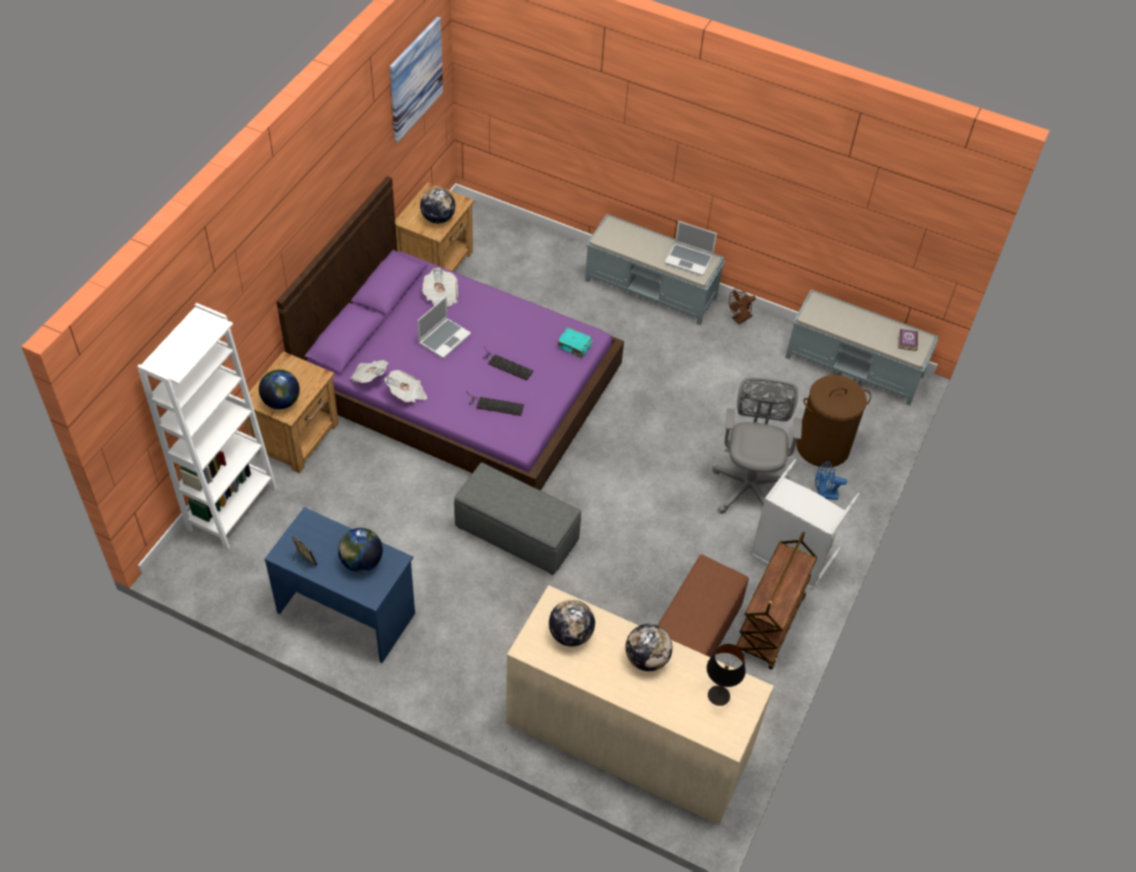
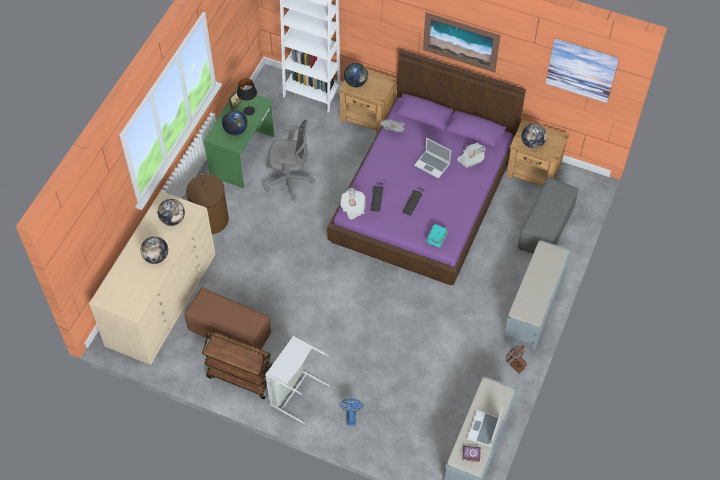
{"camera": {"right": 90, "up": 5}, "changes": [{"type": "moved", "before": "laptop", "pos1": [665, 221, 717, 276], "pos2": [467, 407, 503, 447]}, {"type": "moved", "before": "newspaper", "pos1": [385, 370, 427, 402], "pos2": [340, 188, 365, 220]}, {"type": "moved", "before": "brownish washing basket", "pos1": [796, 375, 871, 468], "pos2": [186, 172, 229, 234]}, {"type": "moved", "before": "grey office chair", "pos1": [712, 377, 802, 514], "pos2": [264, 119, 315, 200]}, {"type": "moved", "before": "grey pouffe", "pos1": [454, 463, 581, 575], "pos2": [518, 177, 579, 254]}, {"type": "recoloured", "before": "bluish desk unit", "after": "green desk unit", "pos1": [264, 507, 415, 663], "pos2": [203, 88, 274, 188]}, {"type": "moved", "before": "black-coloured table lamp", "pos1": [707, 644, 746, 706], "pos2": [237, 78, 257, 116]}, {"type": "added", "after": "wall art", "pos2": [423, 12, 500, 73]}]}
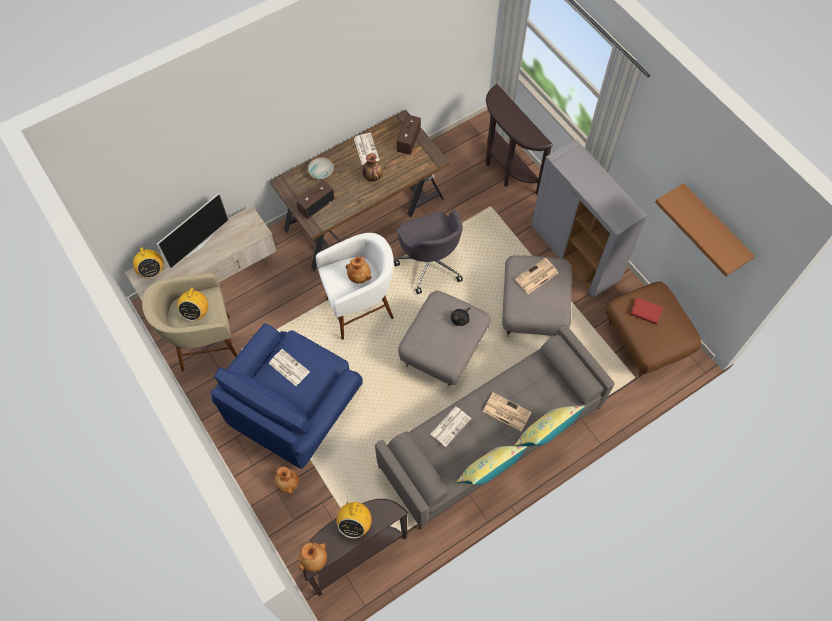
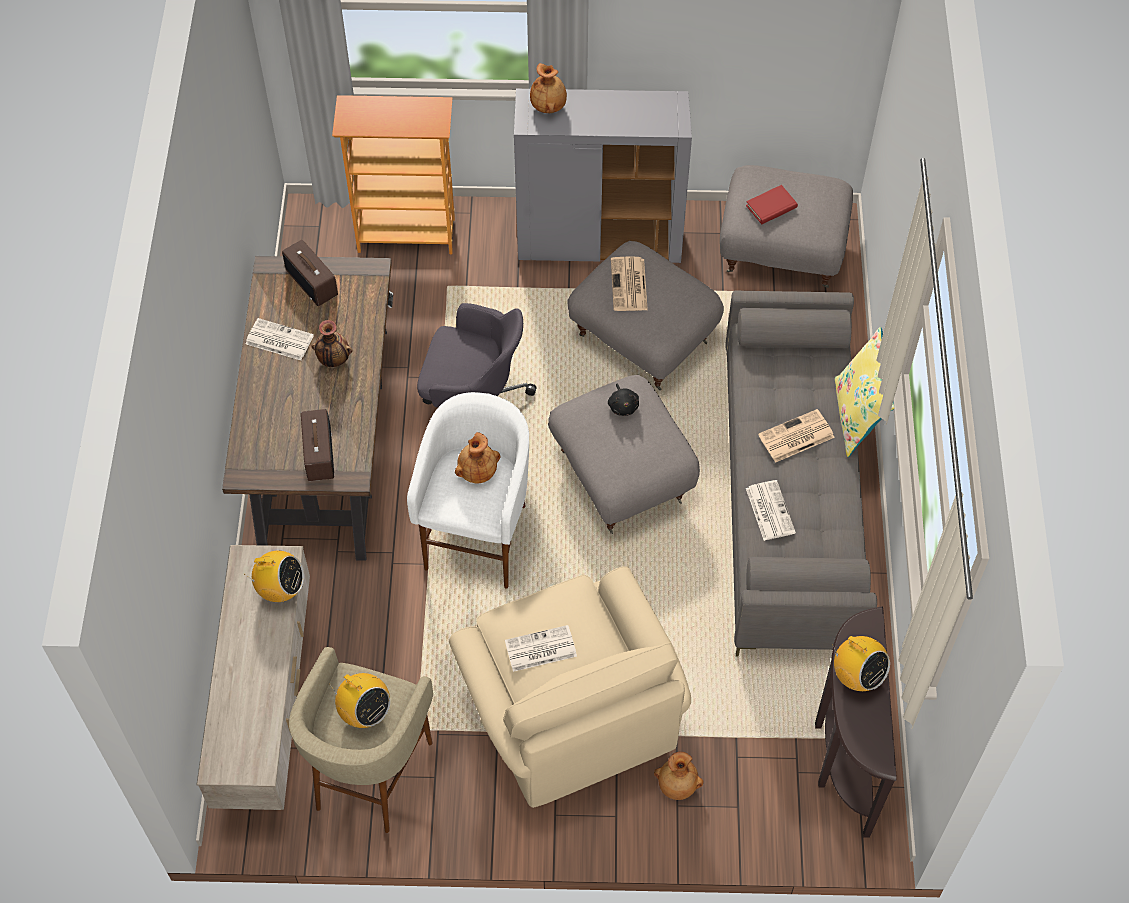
{"camera": {"right": -55, "up": -5}, "changes": [{"type": "replaced", "before": "brownish narrow table", "after": "shelving unit", "pos1": [486, 84, 553, 195], "pos2": [332, 95, 455, 254]}, {"type": "removed", "before": "serving bowl", "pos1": [307, 157, 334, 180]}, {"type": "removed", "before": "brownish wall shelf", "pos1": [655, 183, 755, 277]}, {"type": "removed", "before": "TV set", "pos1": [157, 192, 229, 269]}, {"type": "moved", "before": "radio receiver", "pos1": [133, 247, 163, 279], "pos2": [244, 551, 304, 602]}, {"type": "recoloured", "before": "brownish pouffe", "after": "grey pouffe", "pos1": [605, 281, 701, 377], "pos2": [720, 165, 853, 288]}, {"type": "recoloured", "before": "bluish armchair", "after": "beige-coloured armchair", "pos1": [211, 323, 363, 469], "pos2": [449, 566, 691, 808]}, {"type": "removed", "before": "yellowish pillow", "pos1": [457, 446, 527, 485]}, {"type": "moved", "before": "brownish vase", "pos1": [299, 542, 327, 572], "pos2": [530, 63, 567, 113]}]}
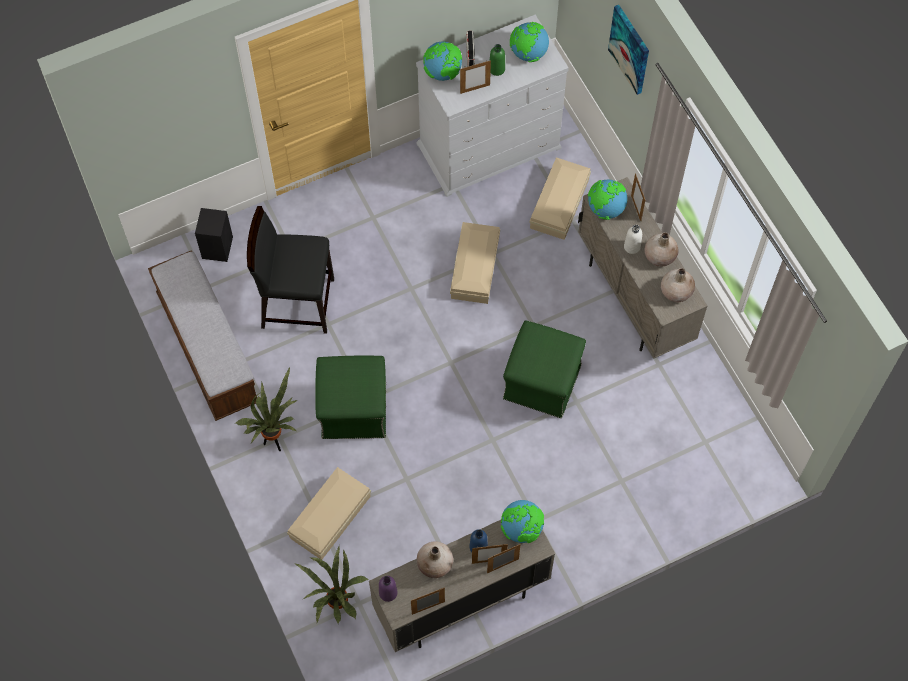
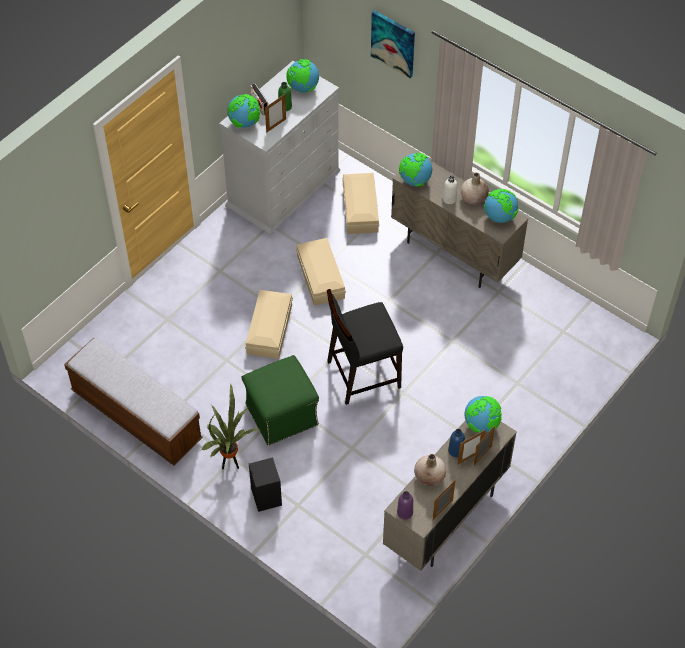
{"camera": {"right": -25, "up": -10}, "changes": [{"type": "removed", "before": "photo frame", "pos1": [631, 173, 645, 221]}, {"type": "moved", "before": "black-coloured upright chair", "pos1": [247, 206, 334, 334], "pos2": [327, 289, 403, 405]}, {"type": "moved", "before": "black-coloured speaker", "pos1": [195, 208, 233, 262], "pos2": [249, 457, 282, 512]}, {"type": "replaced", "before": "beige-coloured vase", "after": "desk globe", "pos1": [661, 268, 695, 303], "pos2": [484, 189, 518, 223]}, {"type": "removed", "before": "green pouffe", "pos1": [503, 320, 586, 418]}, {"type": "moved", "before": "beige-coloured storage container", "pos1": [287, 467, 371, 560], "pos2": [245, 290, 293, 359]}, {"type": "removed", "before": "potted plant", "pos1": [296, 547, 369, 624]}]}
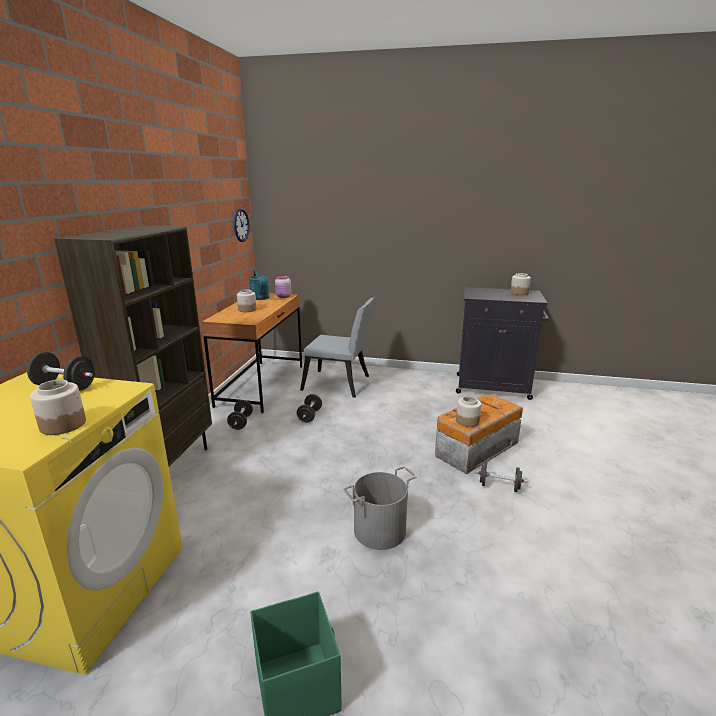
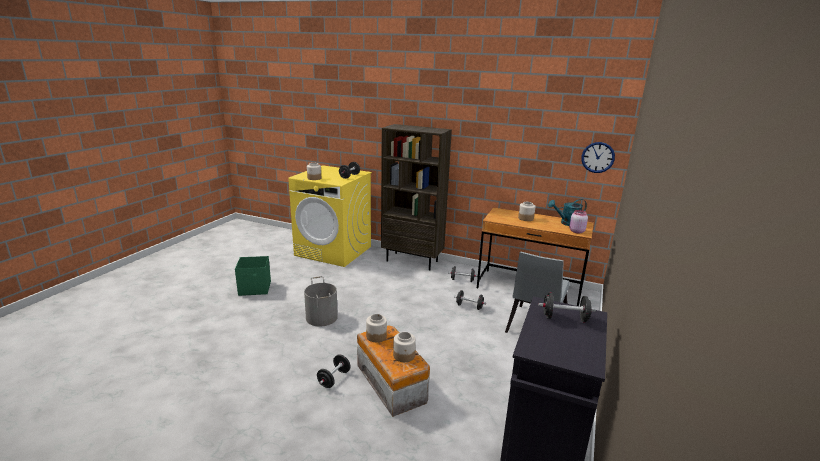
{"camera": {"right": 100, "up": 0}, "changes": [{"type": "moved", "before": "storage jar", "pos1": [510, 273, 531, 295], "pos2": [393, 332, 416, 362]}, {"type": "added", "after": "black-coloured free weight", "pos2": [538, 293, 596, 323]}]}
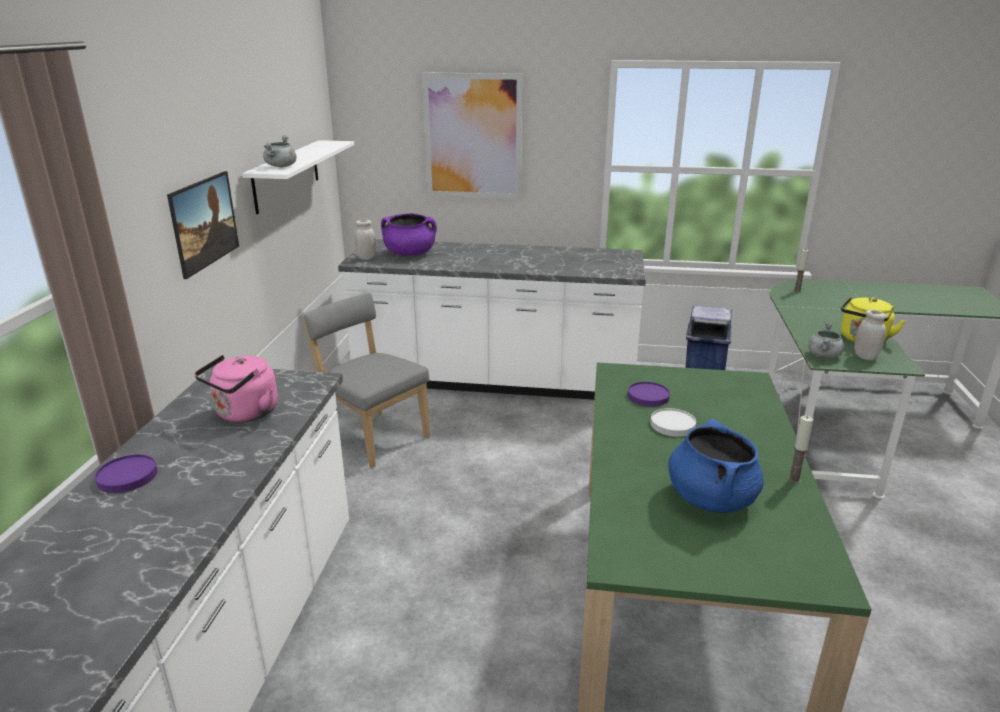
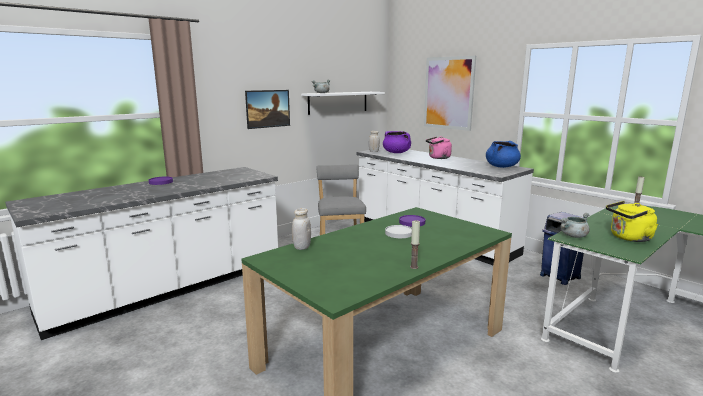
{"camera": {"right": 40, "up": -10}, "changes": [{"type": "moved", "before": "white-coloured storage jar", "pos1": [854, 310, 886, 360], "pos2": [292, 208, 311, 250]}, {"type": "moved", "before": "pink-coloured kettle", "pos1": [194, 355, 278, 423], "pos2": [426, 136, 452, 159]}, {"type": "moved", "before": "bluish cooking pot", "pos1": [668, 419, 764, 513], "pos2": [486, 141, 521, 168]}]}
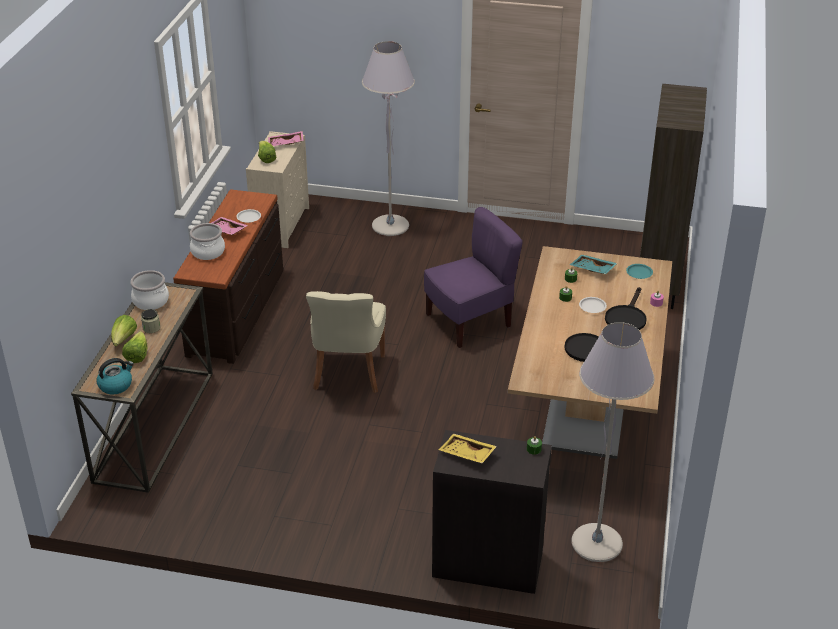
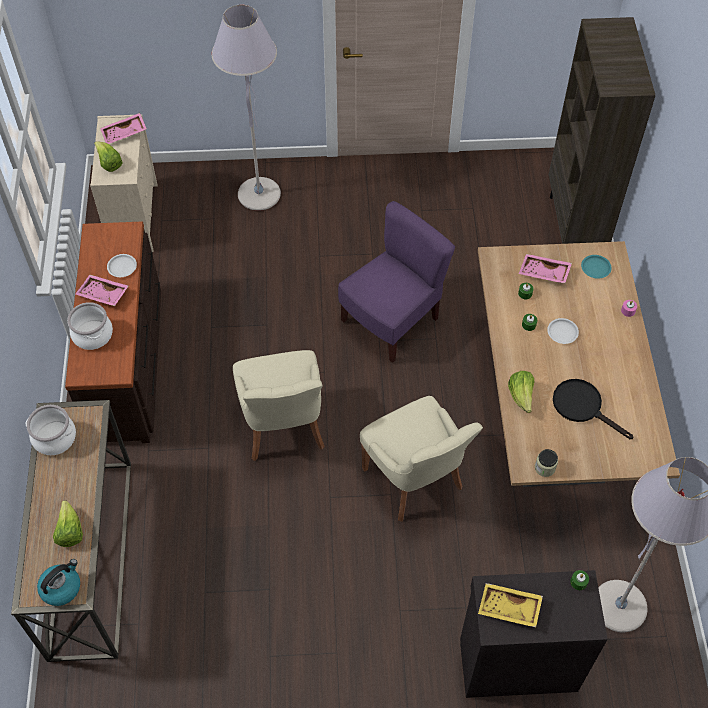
{"camera": {"right": -15, "up": 20}, "changes": [{"type": "recoloured", "before": "turquoise tray", "after": "pink-coloured tray", "pos1": [570, 254, 618, 274], "pos2": [519, 254, 572, 284]}, {"type": "removed", "before": "black-coloured skillet", "pos1": [605, 287, 647, 330]}, {"type": "moved", "before": "storage jar", "pos1": [141, 309, 160, 333], "pos2": [535, 449, 558, 477]}, {"type": "moved", "before": "lettuce", "pos1": [111, 315, 137, 347], "pos2": [508, 371, 534, 413]}, {"type": "added", "after": "beige-coloured upright chair", "pos2": [360, 396, 483, 522]}]}
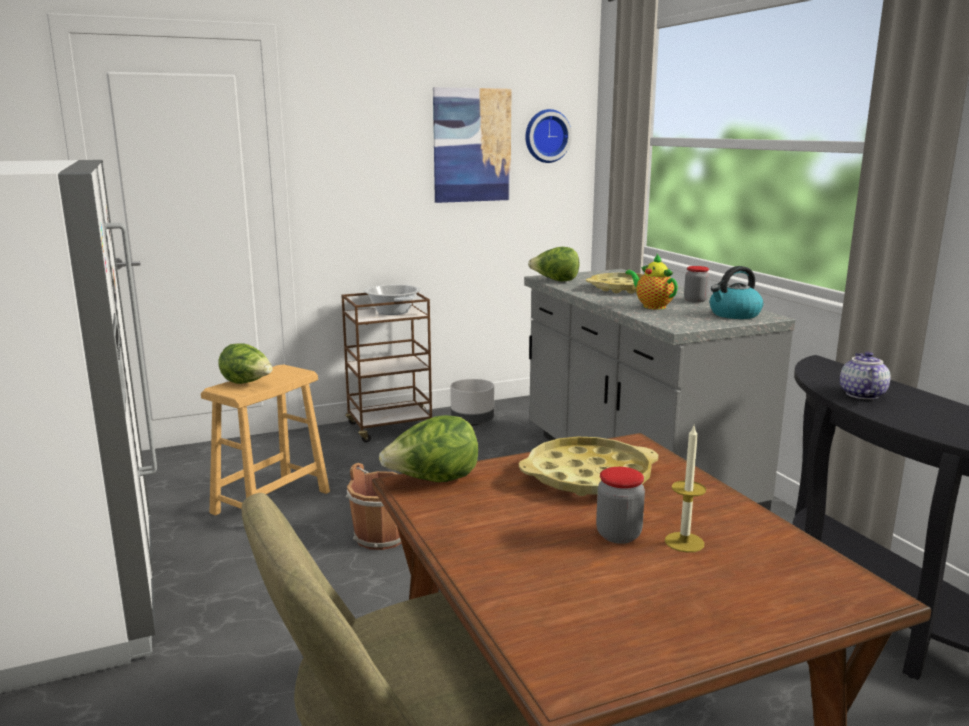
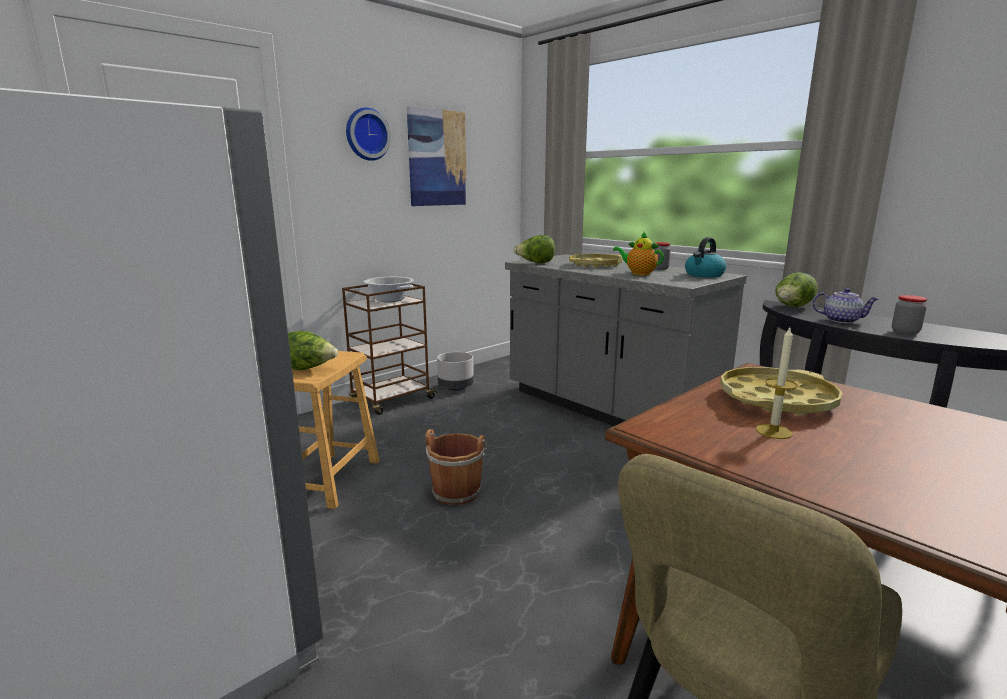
{"camera": {"right": -20, "up": 0}, "changes": [{"type": "moved", "before": "hanging clock", "pos1": [525, 109, 572, 163], "pos2": [346, 107, 391, 161]}, {"type": "turned", "before": "tea pot", "pos1": [840, 352, 890, 400], "pos2": [812, 288, 879, 323], "turn": 120}, {"type": "moved", "before": "lettuce", "pos1": [379, 415, 478, 482], "pos2": [775, 272, 818, 307]}, {"type": "moved", "before": "wax light", "pos1": [665, 426, 706, 552], "pos2": [756, 328, 798, 439]}, {"type": "moved", "before": "storage jar", "pos1": [596, 467, 645, 544], "pos2": [892, 295, 927, 335]}]}
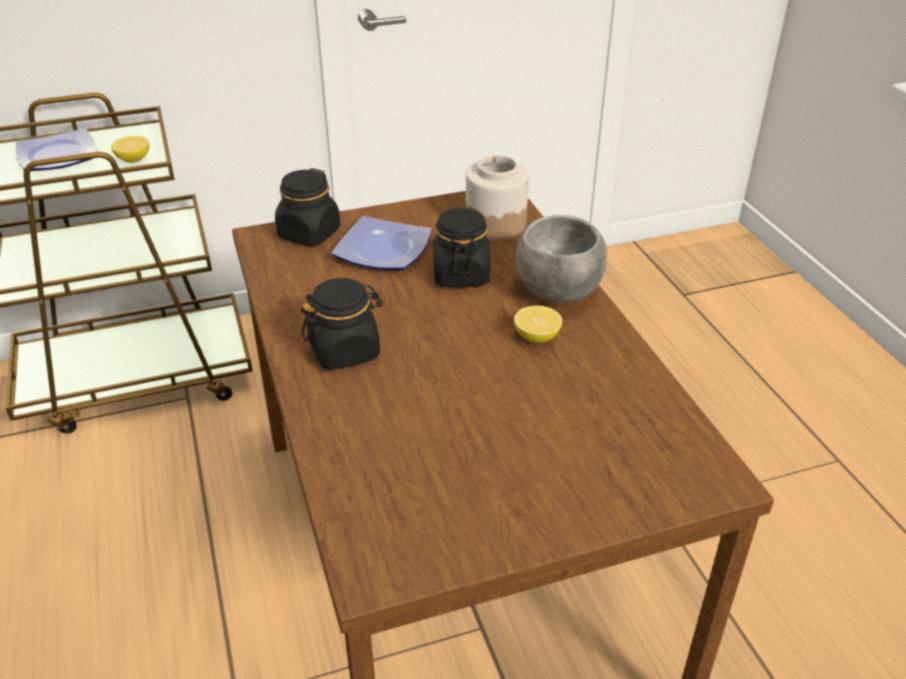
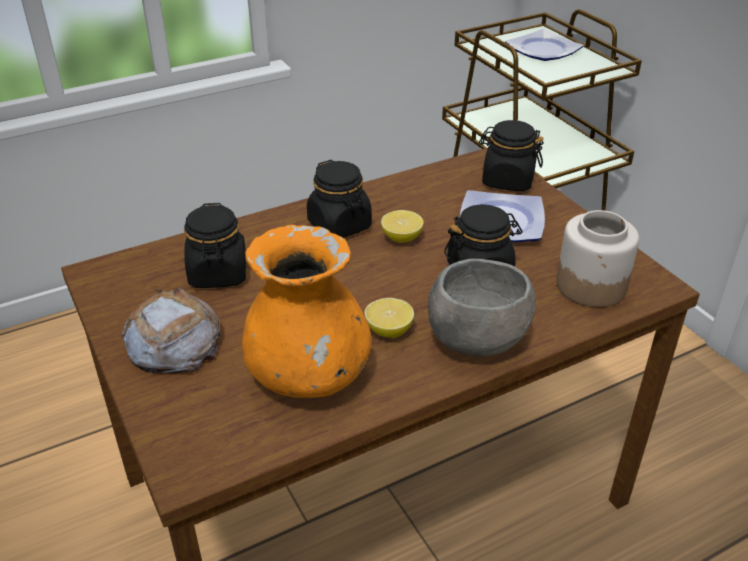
{"camera": {"right": 80, "up": 0}, "changes": [{"type": "moved", "before": "lemon", "pos1": [111, 136, 150, 163], "pos2": [381, 210, 424, 243]}, {"type": "added", "after": "black-coloured storage jar", "pos2": [184, 203, 246, 288]}, {"type": "added", "after": "orangey vase", "pos2": [242, 224, 372, 398]}, {"type": "added", "after": "baked bread", "pos2": [121, 287, 220, 374]}]}
